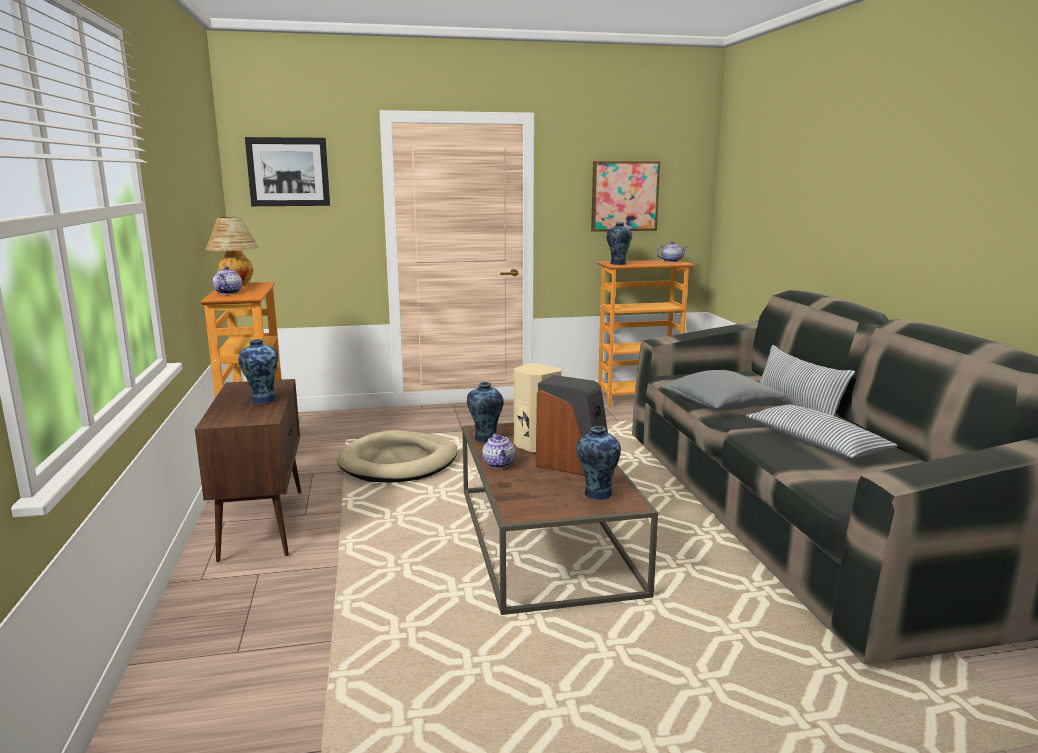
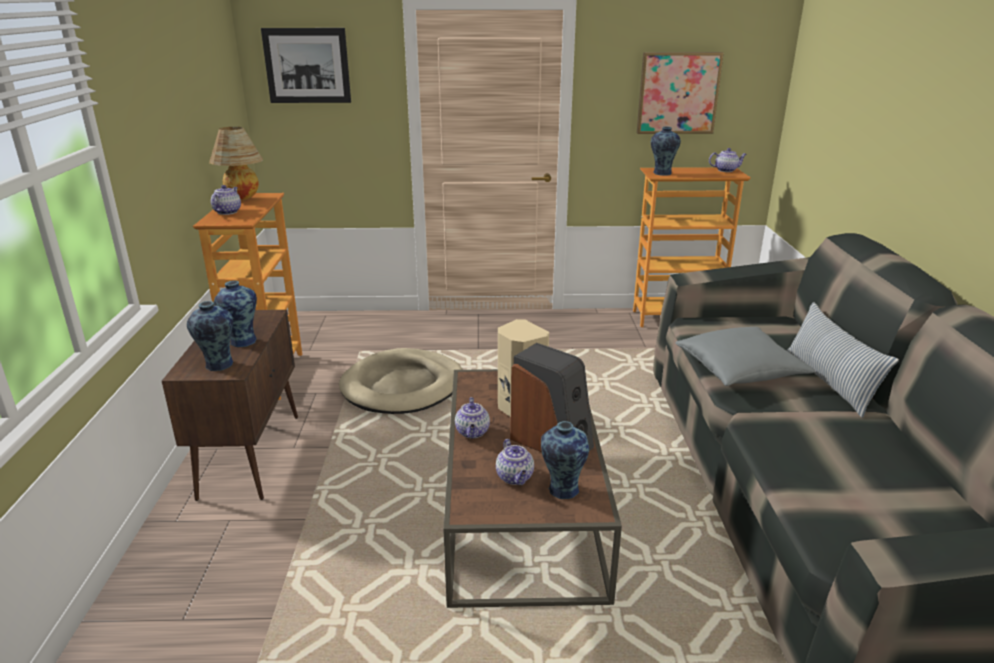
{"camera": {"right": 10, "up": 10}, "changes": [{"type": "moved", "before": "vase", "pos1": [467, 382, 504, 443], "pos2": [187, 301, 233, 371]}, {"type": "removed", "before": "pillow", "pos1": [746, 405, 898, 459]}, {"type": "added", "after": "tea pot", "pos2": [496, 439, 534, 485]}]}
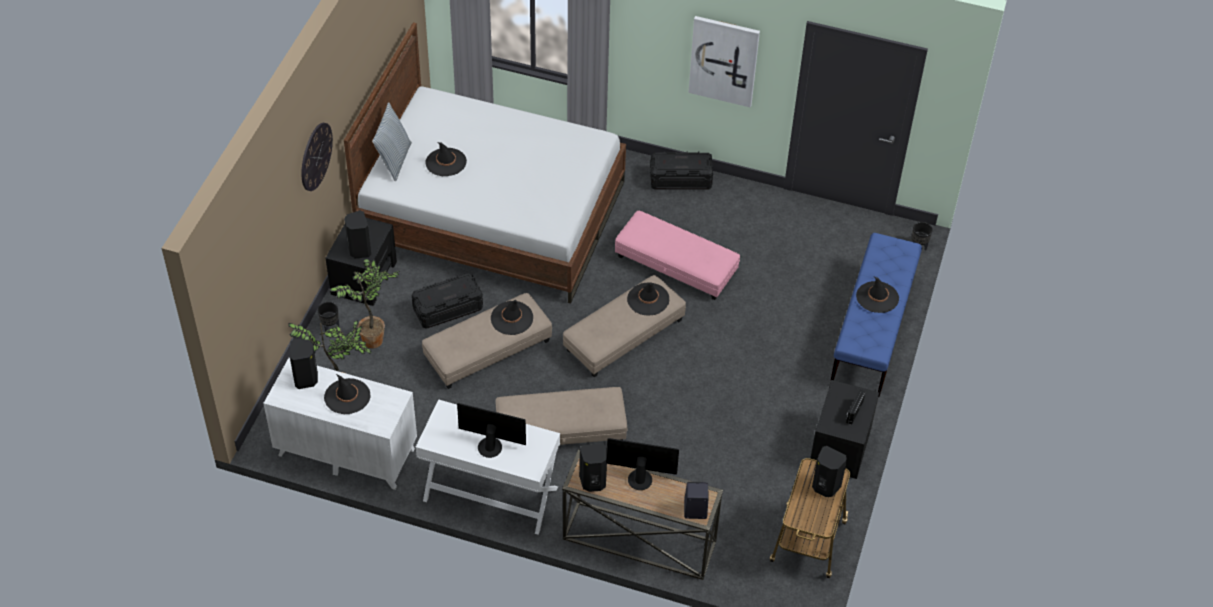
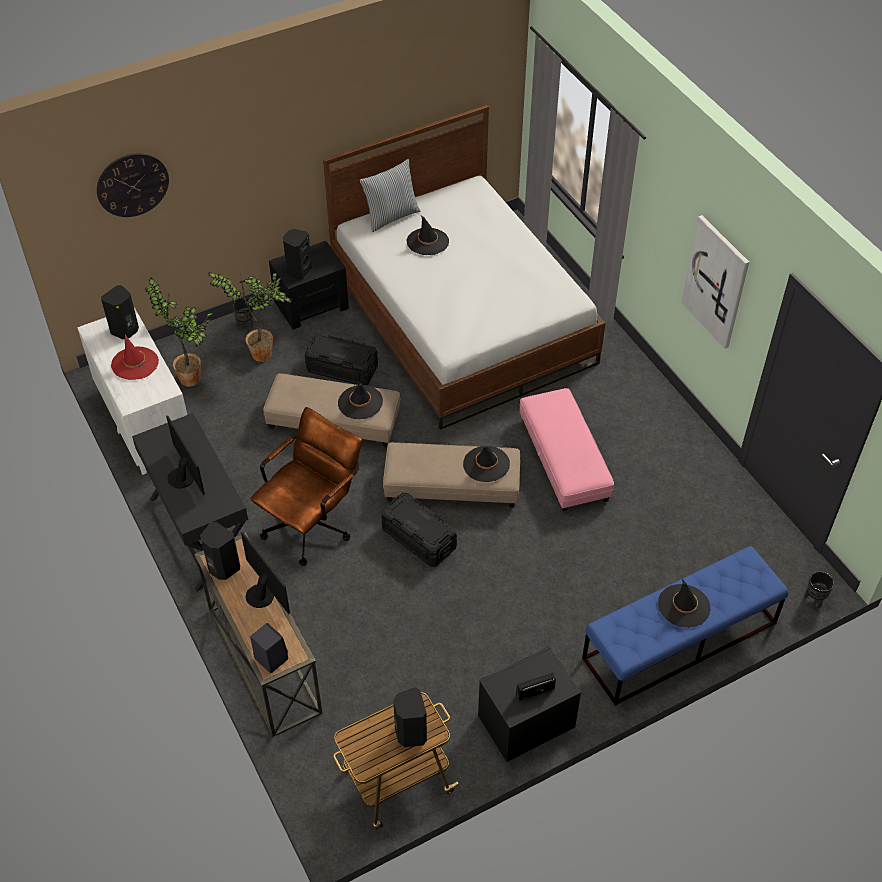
{"camera": {"right": 45, "up": 0}, "changes": [{"type": "moved", "before": "hanging clock", "pos1": [301, 123, 333, 191], "pos2": [97, 153, 169, 217]}, {"type": "moved", "before": "black-coloured storage container", "pos1": [650, 151, 713, 190], "pos2": [381, 493, 457, 567]}, {"type": "recoloured", "before": "black-coloured hat", "after": "red hat", "pos1": [324, 374, 371, 414], "pos2": [111, 334, 159, 380]}, {"type": "replaced", "before": "beige-coloured pouffe", "after": "brownish office chair", "pos1": [496, 387, 627, 445], "pos2": [251, 407, 362, 566]}, {"type": "recoloured", "before": "white-coloured desk unit", "after": "black-coloured desk unit", "pos1": [416, 399, 560, 535], "pos2": [132, 413, 248, 591]}]}
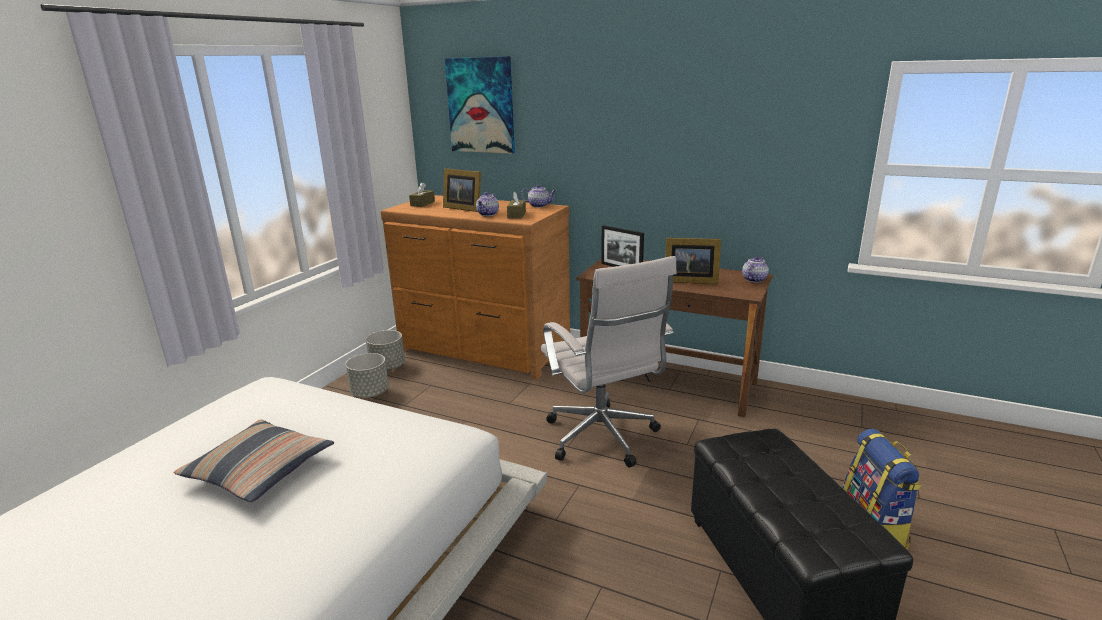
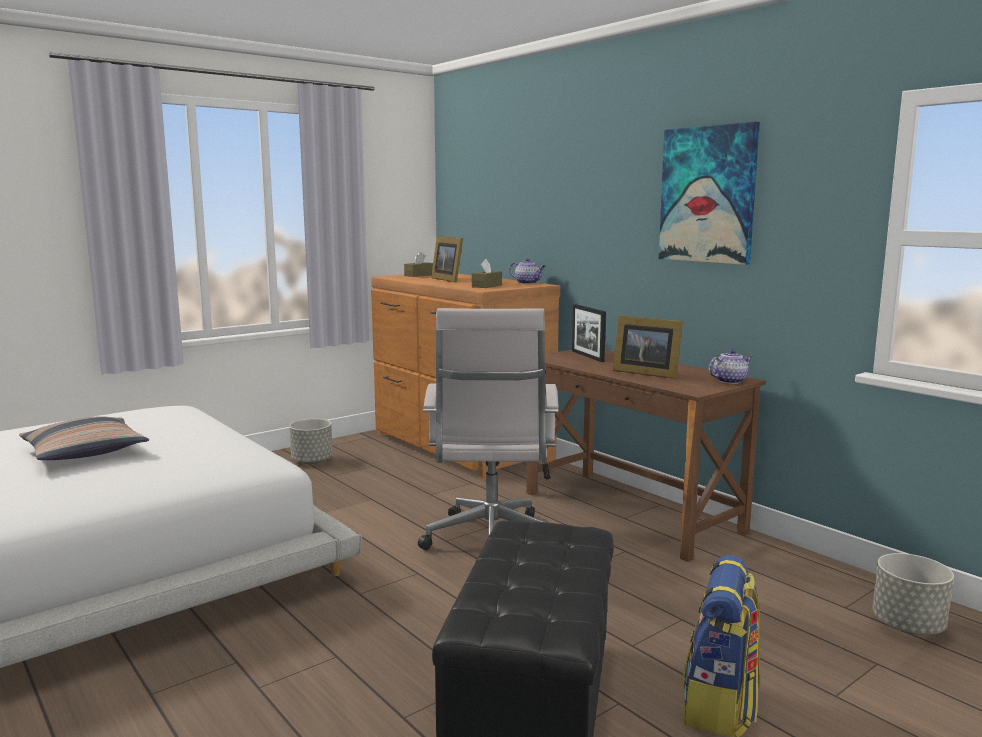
{"camera": {"right": 25, "up": -10}, "changes": [{"type": "moved", "before": "wall art", "pos1": [444, 56, 515, 154], "pos2": [659, 122, 760, 265]}, {"type": "removed", "before": "tea pot", "pos1": [476, 192, 499, 216]}, {"type": "moved", "before": "grey plant pot", "pos1": [366, 330, 405, 370], "pos2": [872, 553, 954, 635]}]}
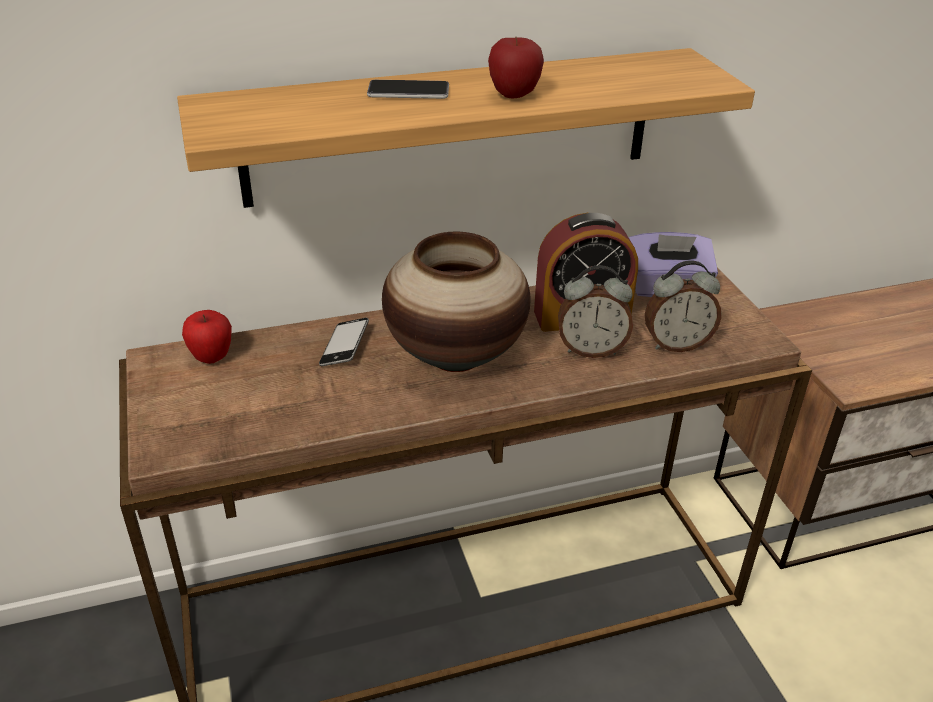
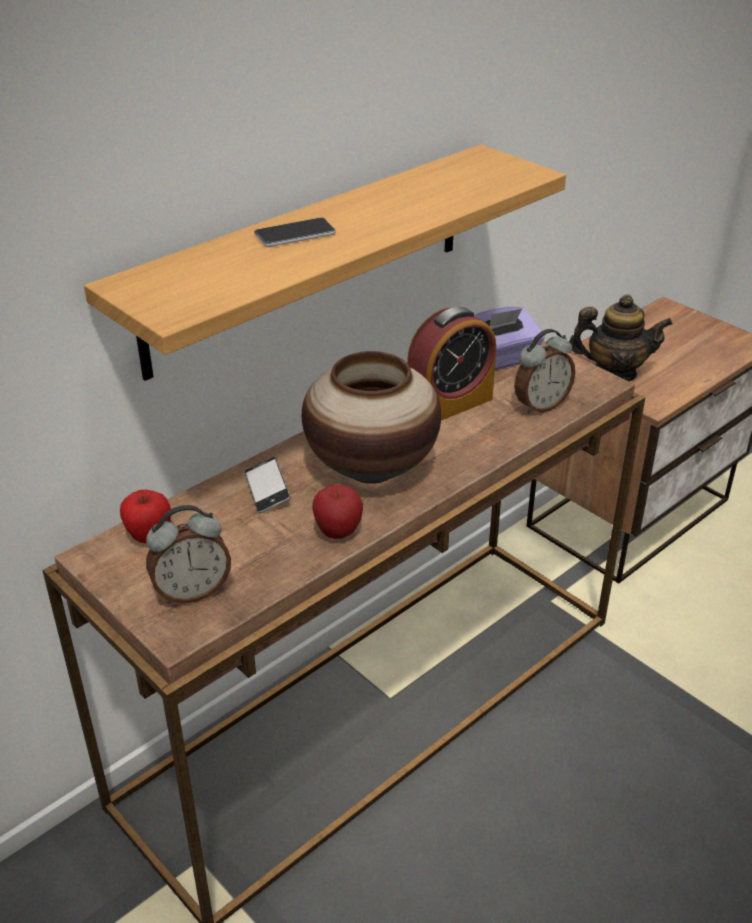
{"camera": {"right": -25, "up": 0}, "changes": [{"type": "moved", "before": "whole apple", "pos1": [488, 37, 544, 98], "pos2": [313, 484, 363, 539]}, {"type": "moved", "before": "bedside clock", "pos1": [558, 265, 633, 358], "pos2": [146, 505, 231, 604]}, {"type": "added", "after": "tea pot", "pos2": [569, 294, 673, 381]}]}
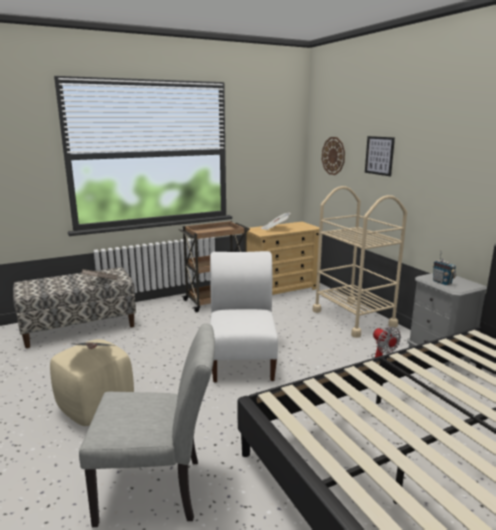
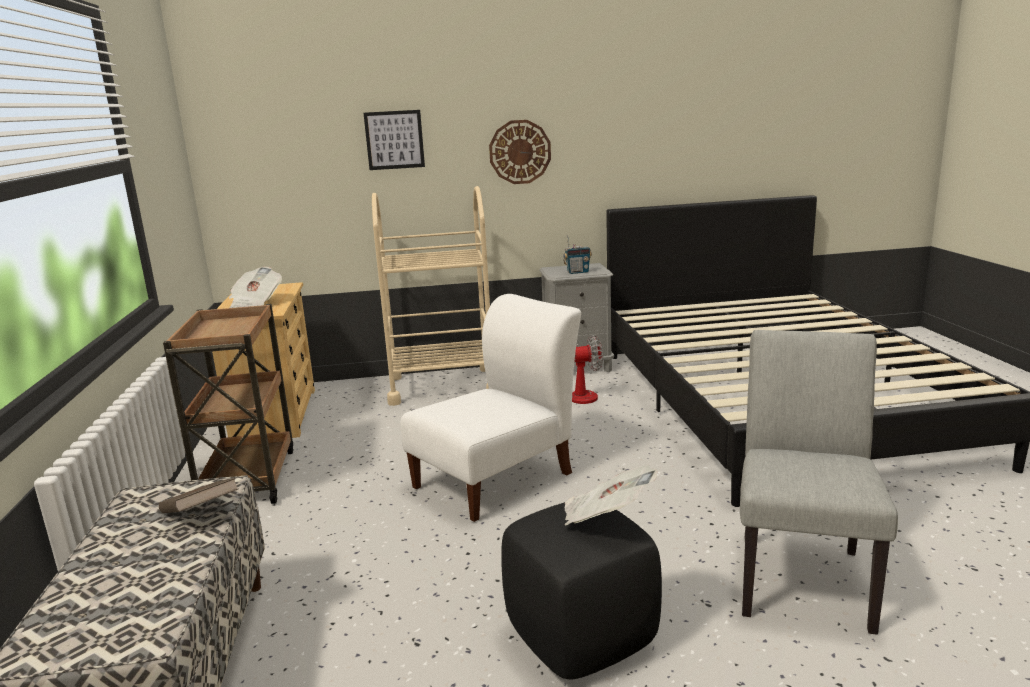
{"camera": {"right": -70, "up": 0}, "changes": [{"type": "moved", "before": "hanging clock", "pos1": [322, 137, 345, 175], "pos2": [489, 120, 551, 184]}, {"type": "turned", "before": "white-coloured upright chair", "pos1": [210, 251, 278, 382], "pos2": [401, 294, 581, 522], "turn": 120}, {"type": "recoloured", "before": "beige-coloured pouffe", "after": "black-coloured pouffe", "pos1": [50, 339, 134, 426], "pos2": [501, 502, 662, 680]}]}
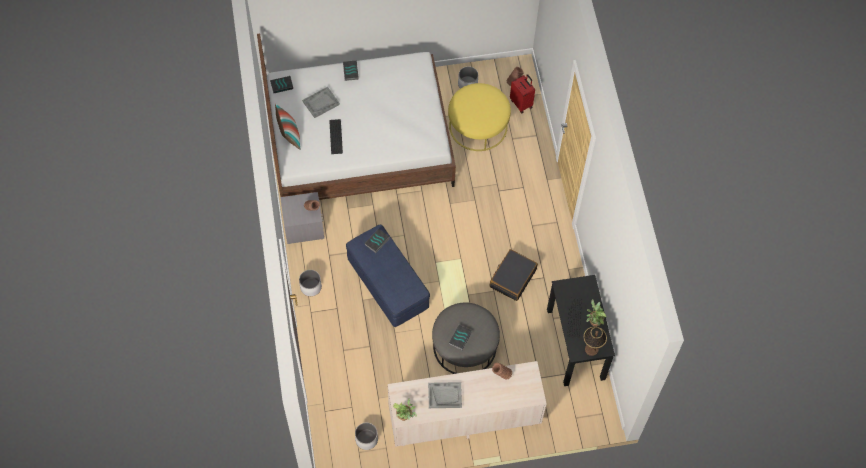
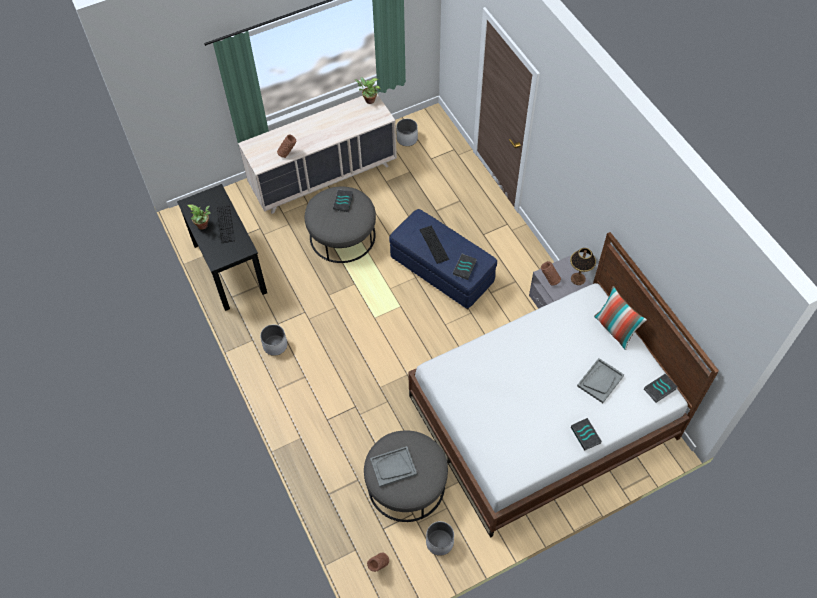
{"camera": {"right": 165, "up": -5}, "changes": [{"type": "removed", "before": "red piece of luggage", "pos1": [510, 74, 535, 114]}, {"type": "recoloured", "before": "yellowish pouffe", "after": "grey pouffe", "pos1": [448, 83, 511, 151], "pos2": [364, 430, 448, 522]}, {"type": "moved", "before": "keyboard", "pos1": [329, 119, 343, 154], "pos2": [420, 226, 449, 264]}, {"type": "removed", "before": "black-coloured piece of luggage", "pos1": [490, 249, 538, 301]}, {"type": "moved", "before": "white-coloured plant pot", "pos1": [299, 270, 322, 296], "pos2": [260, 324, 287, 356]}, {"type": "moved", "before": "table lamp", "pos1": [583, 326, 607, 356], "pos2": [570, 248, 596, 285]}, {"type": "moved", "before": "grey tray", "pos1": [428, 382, 462, 408], "pos2": [370, 446, 417, 487]}]}
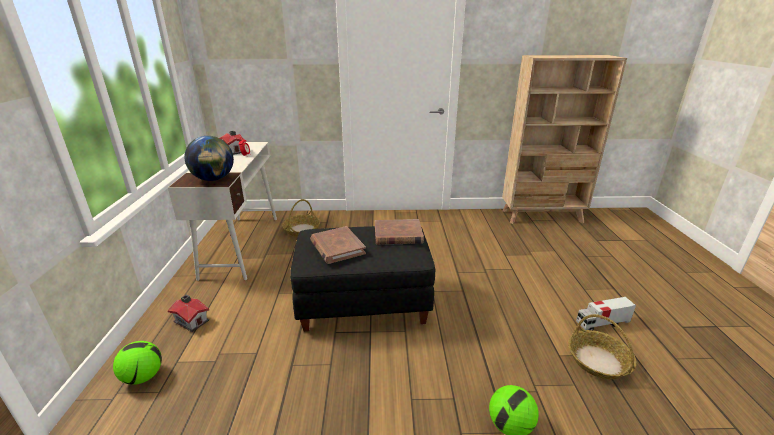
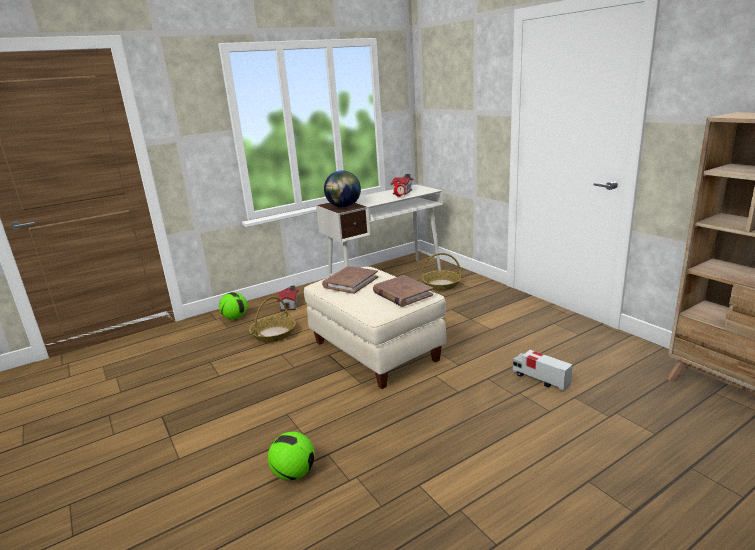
{"camera": {"right": 60, "up": -5}, "changes": [{"type": "recoloured", "before": "black-coloured pouffe", "after": "beige-coloured pouffe", "pos1": [290, 226, 435, 332], "pos2": [304, 267, 446, 389]}, {"type": "moved", "before": "toy truck", "pos1": [576, 297, 636, 330], "pos2": [513, 350, 573, 391]}, {"type": "moved", "before": "household basket", "pos1": [568, 314, 637, 379], "pos2": [249, 297, 296, 343]}]}
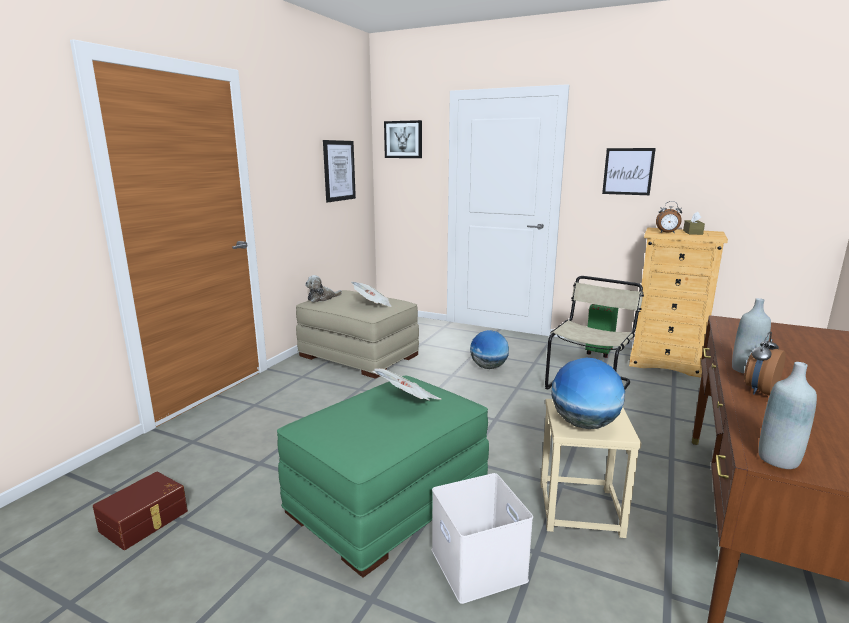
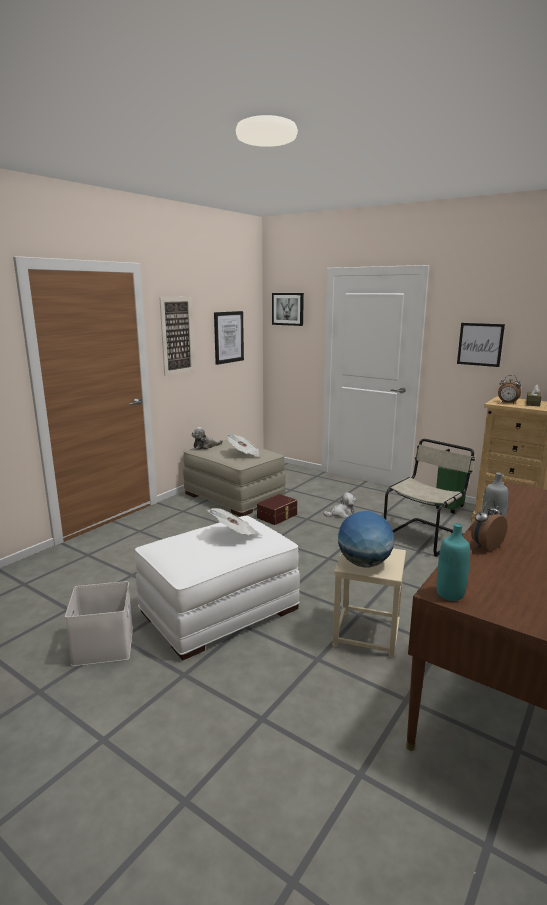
{"camera": {"right": 10, "up": 0}, "changes": [{"type": "replaced", "before": "desk globe", "after": "soft toy", "pos1": [470, 330, 509, 369], "pos2": [323, 492, 356, 518]}, {"type": "recoloured", "before": "grey bottle", "after": "turquoise bottle", "pos1": [758, 362, 817, 469], "pos2": [436, 523, 470, 601]}, {"type": "recoloured", "before": "green pouffe", "after": "white-coloured pouffe", "pos1": [277, 376, 489, 578], "pos2": [135, 516, 300, 660]}, {"type": "moved", "before": "brownish storage container", "pos1": [93, 472, 188, 550], "pos2": [257, 494, 297, 525]}, {"type": "moved", "before": "white-coloured storage container", "pos1": [432, 473, 533, 604], "pos2": [65, 581, 133, 666]}, {"type": "added", "after": "wall art", "pos2": [159, 297, 195, 376]}]}
